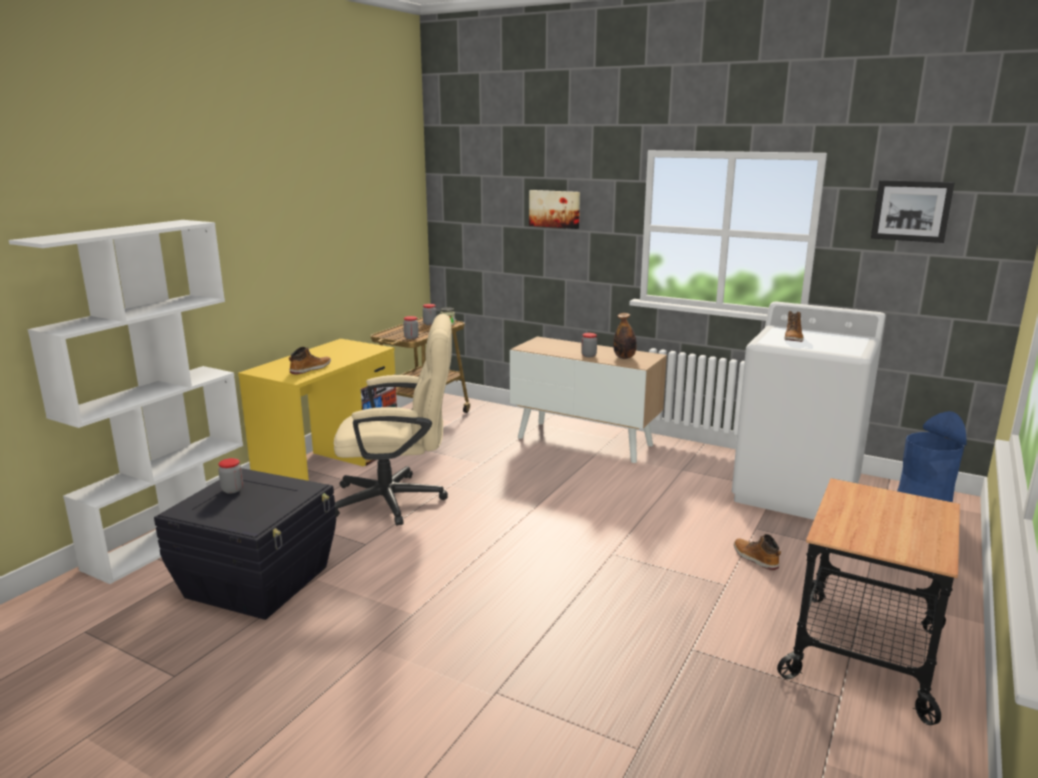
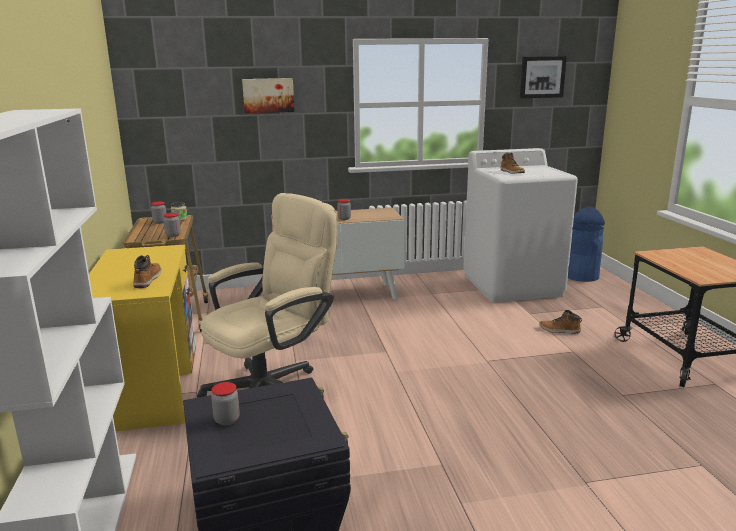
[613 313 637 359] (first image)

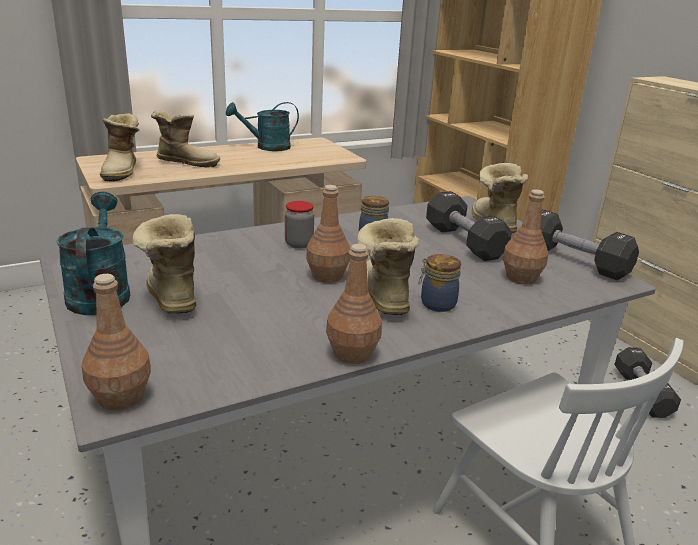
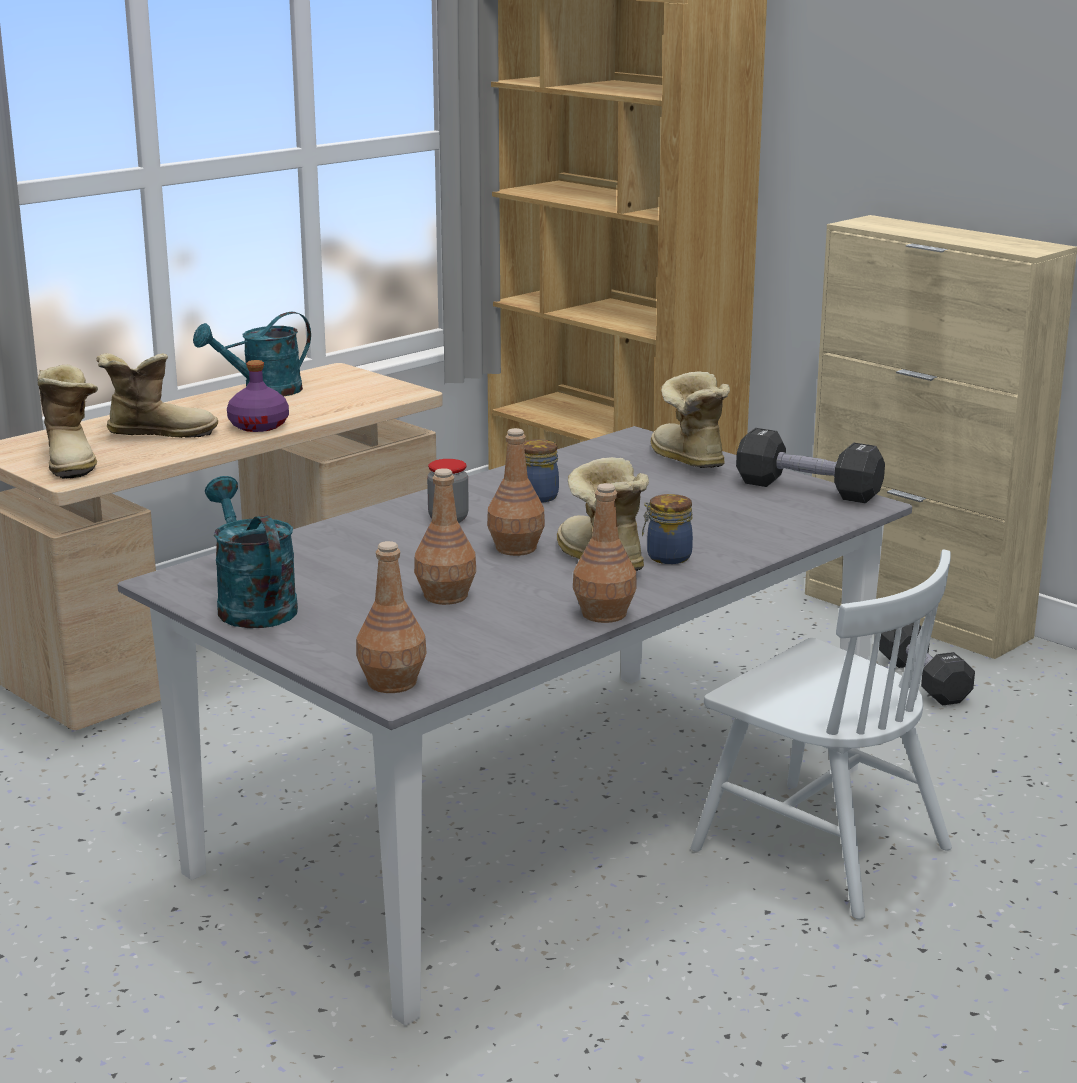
[414 468 476 605]
[426 191 512 261] (first image)
[133 214 196 314] (first image)
[227 360 289 432]

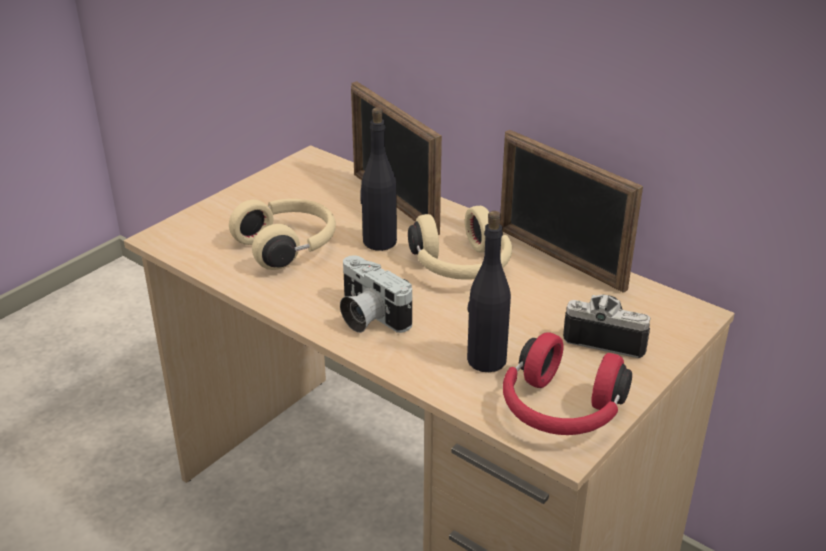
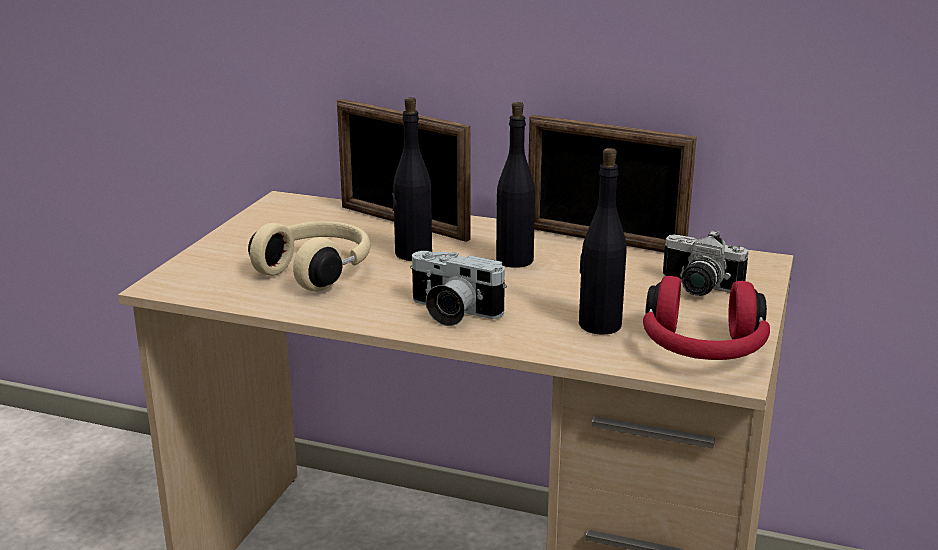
[496 102 535 268]
[663 230 748 296]

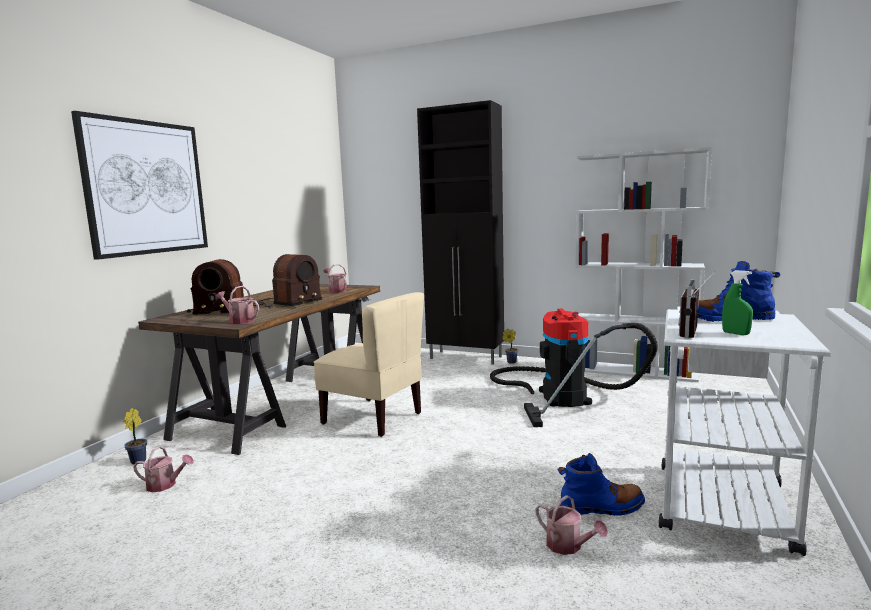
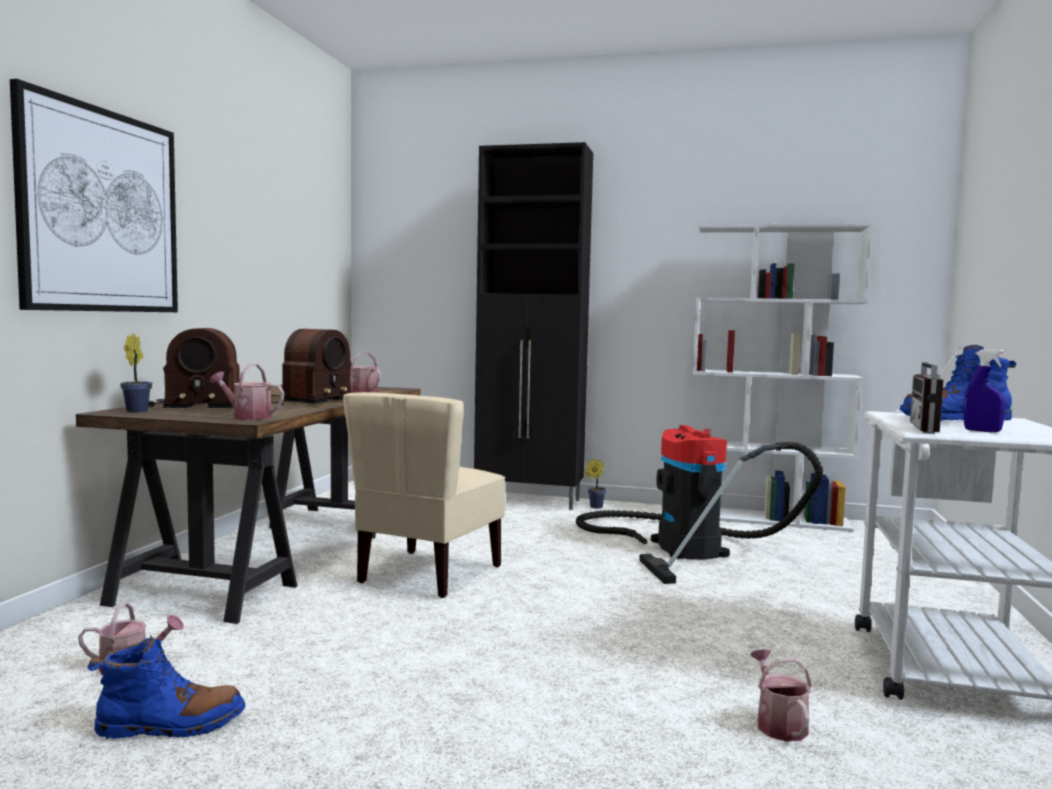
[963 349 1006 432]
[343 392 505 598]
[120 333 152 412]
[87 635 246 740]
[750 649 812 741]

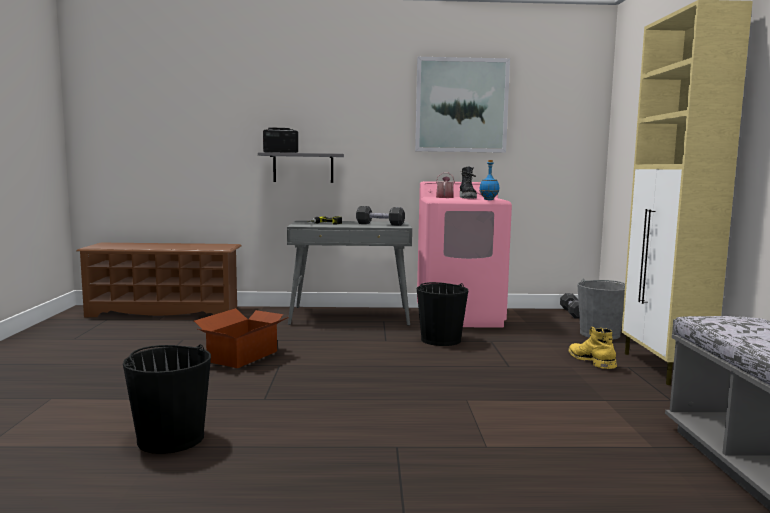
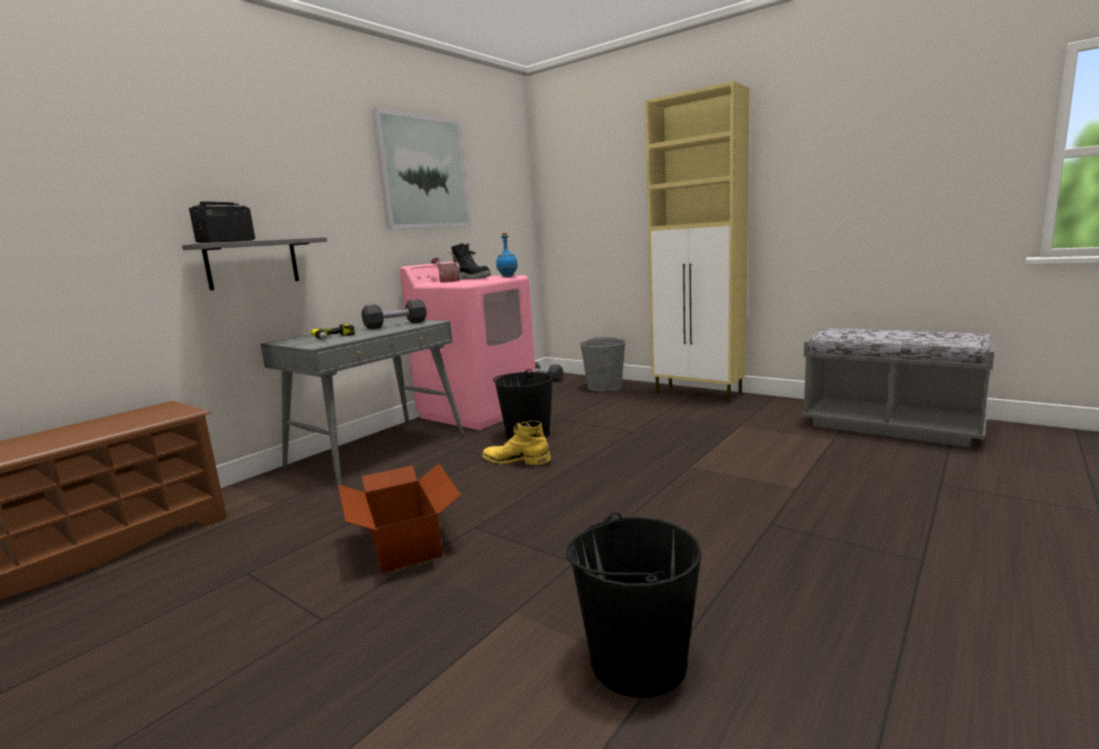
[482 421 551 465]

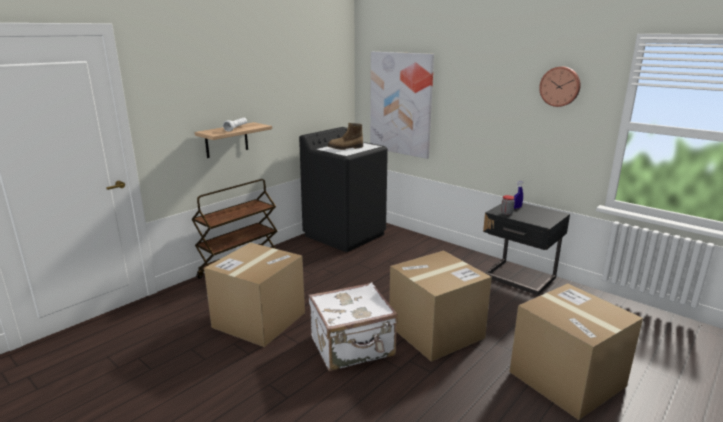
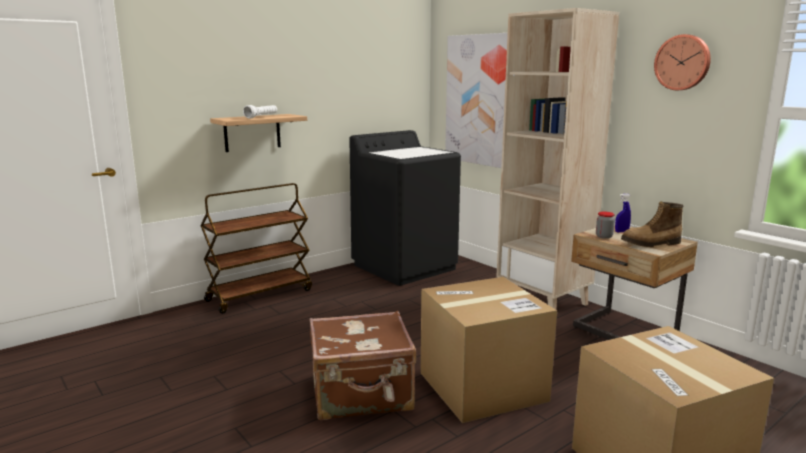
[621 202 683 247]
[571 224 698 340]
[204 242 305 347] (first image)
[309 311 416 420]
[496 8 619 310]

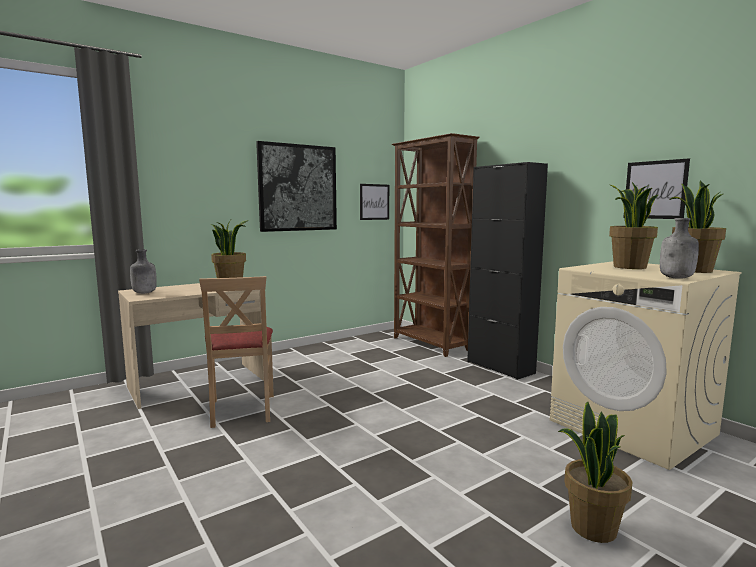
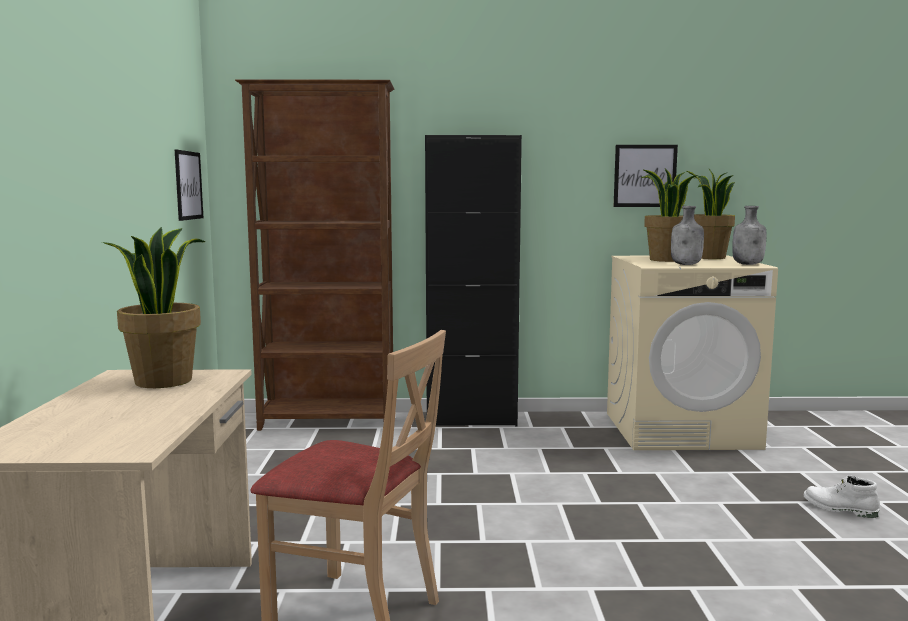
[256 141 337 232] (first image)
[671 206 704 265]
[804 476 880 518]

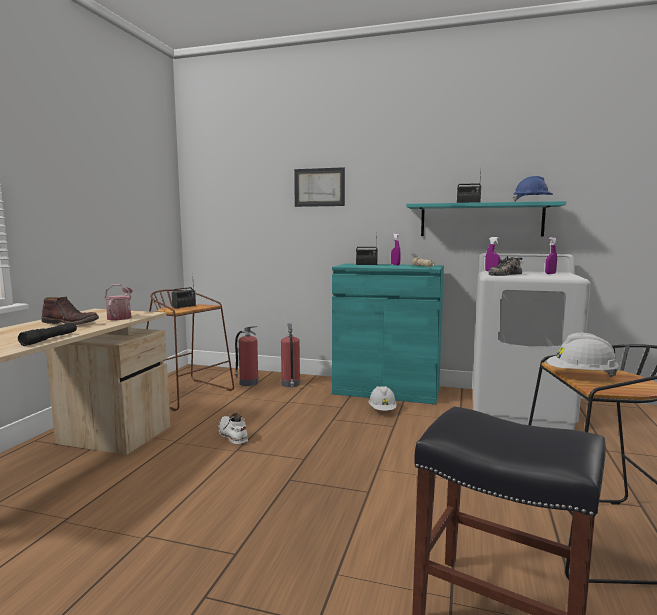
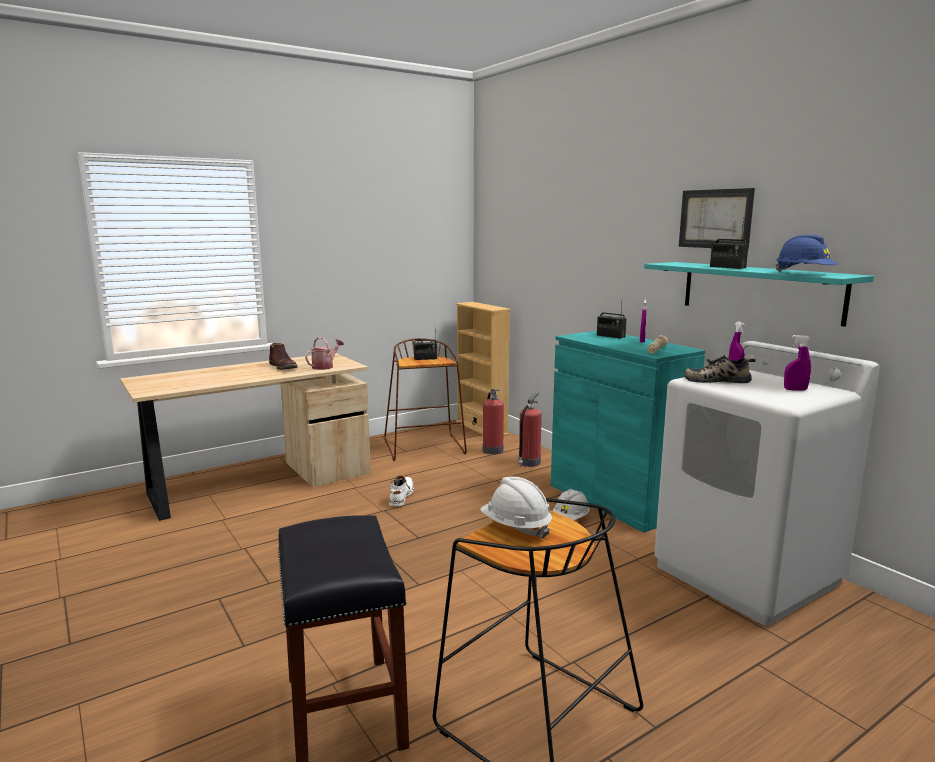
[679 188 755 250]
[18 323 77 346] (first image)
[455 302 511 436]

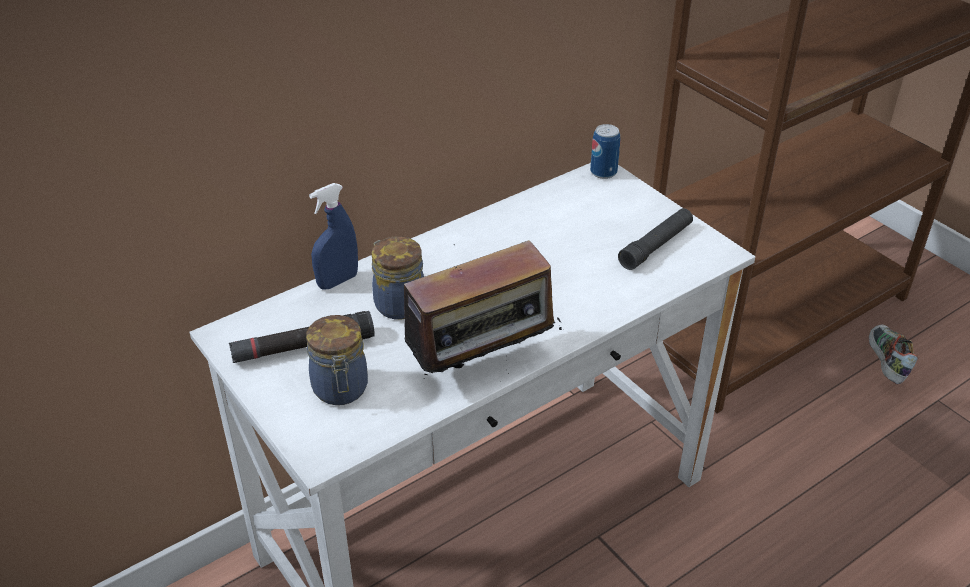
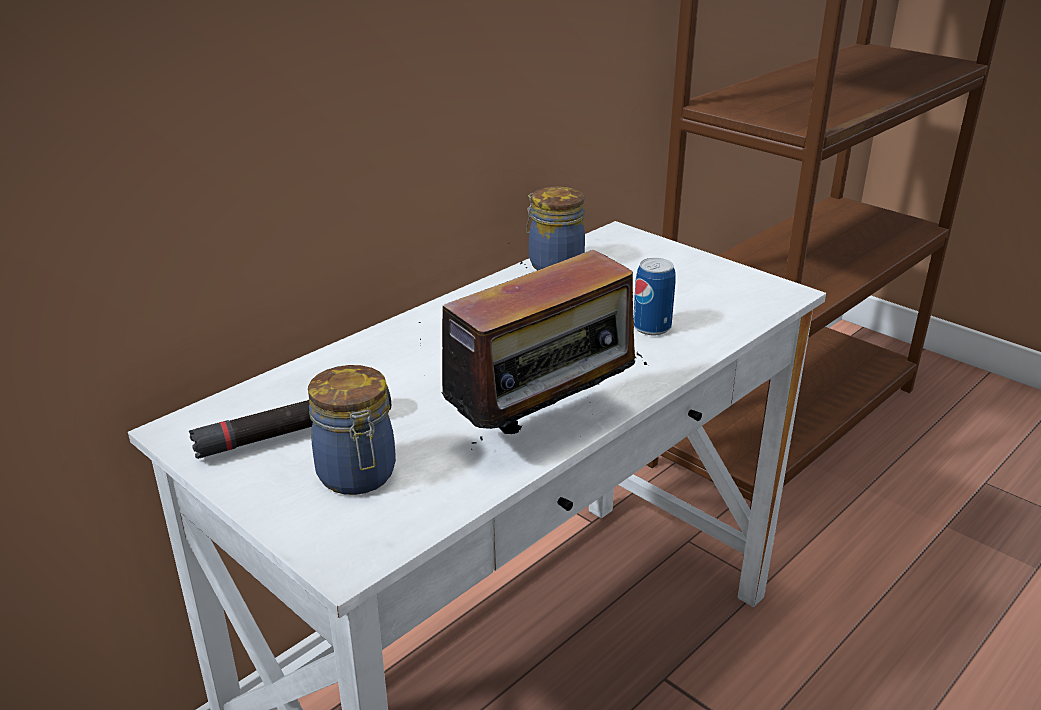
[633 258 676 335]
[309 183 358 290] (first image)
[618 208 693 270] (first image)
[526 187 585 270]
[869 325 919 384] (first image)

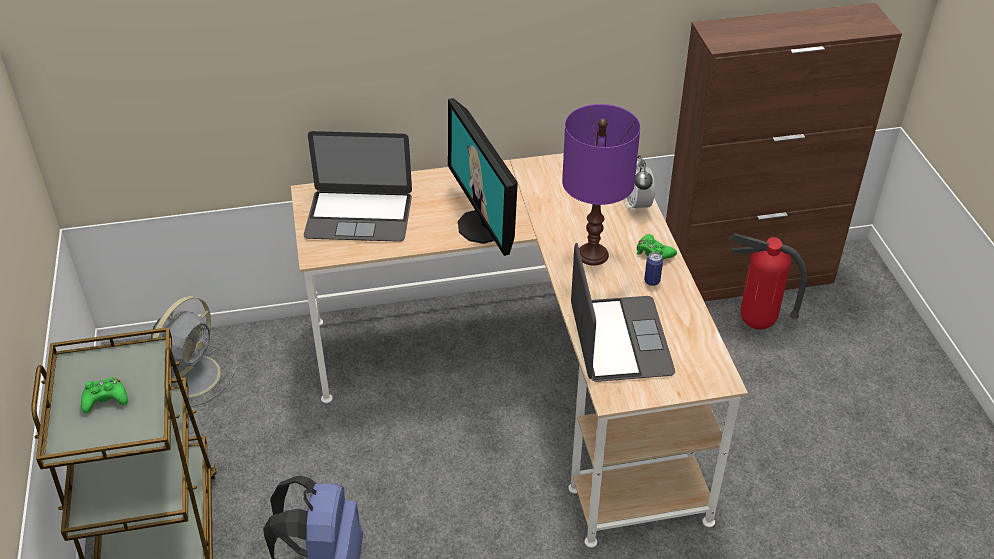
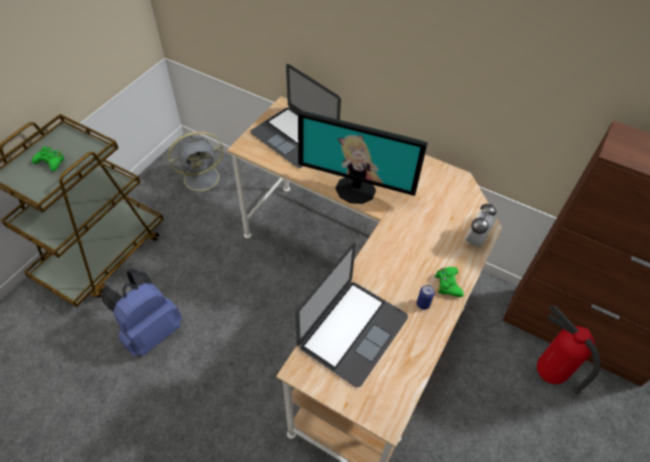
[298 111 428 204]
[562 104 641 266] (first image)

